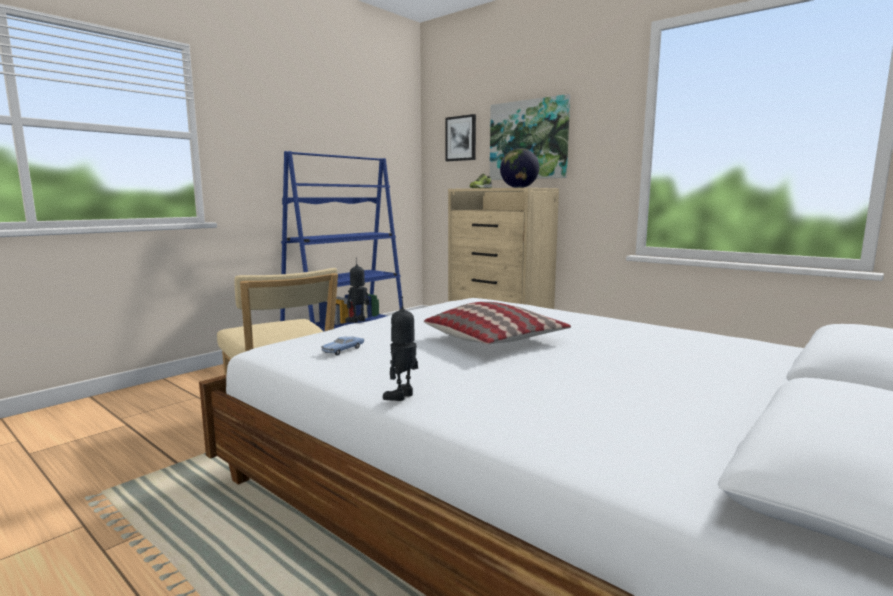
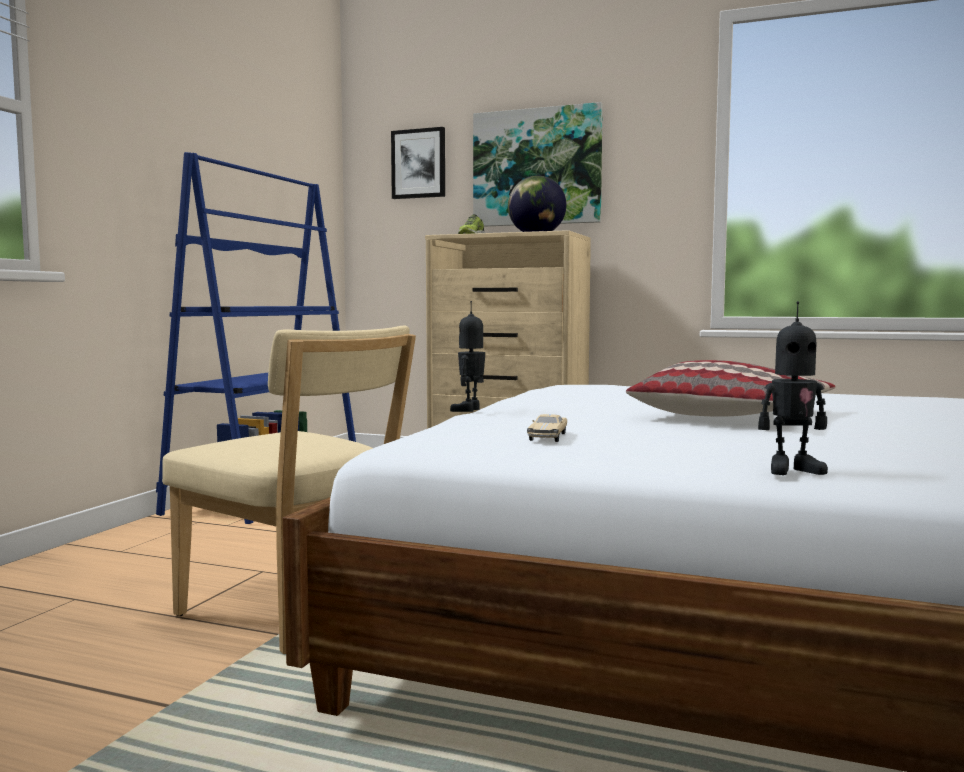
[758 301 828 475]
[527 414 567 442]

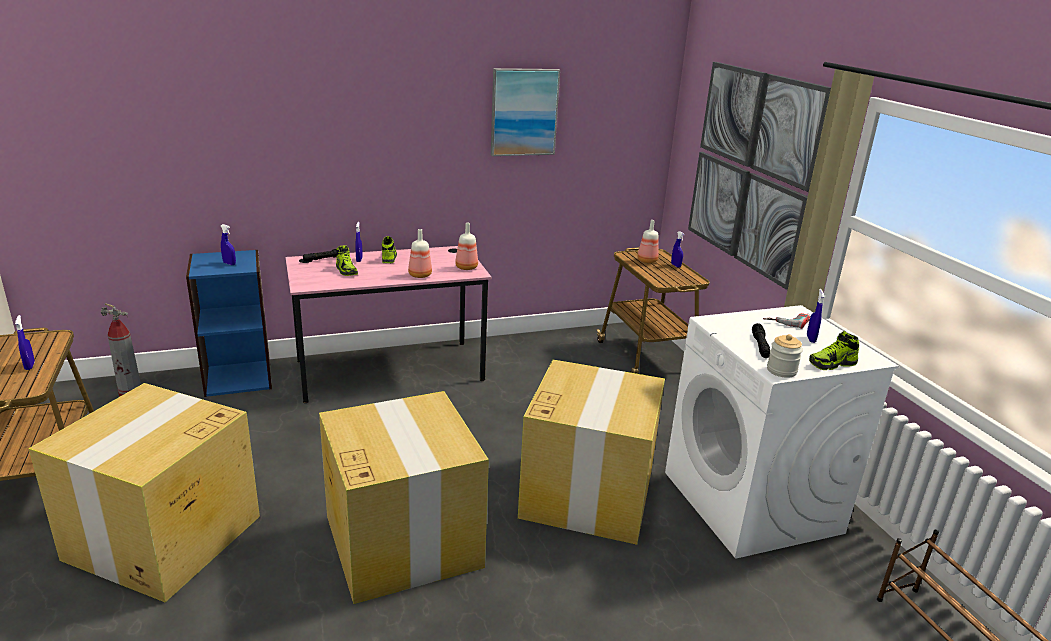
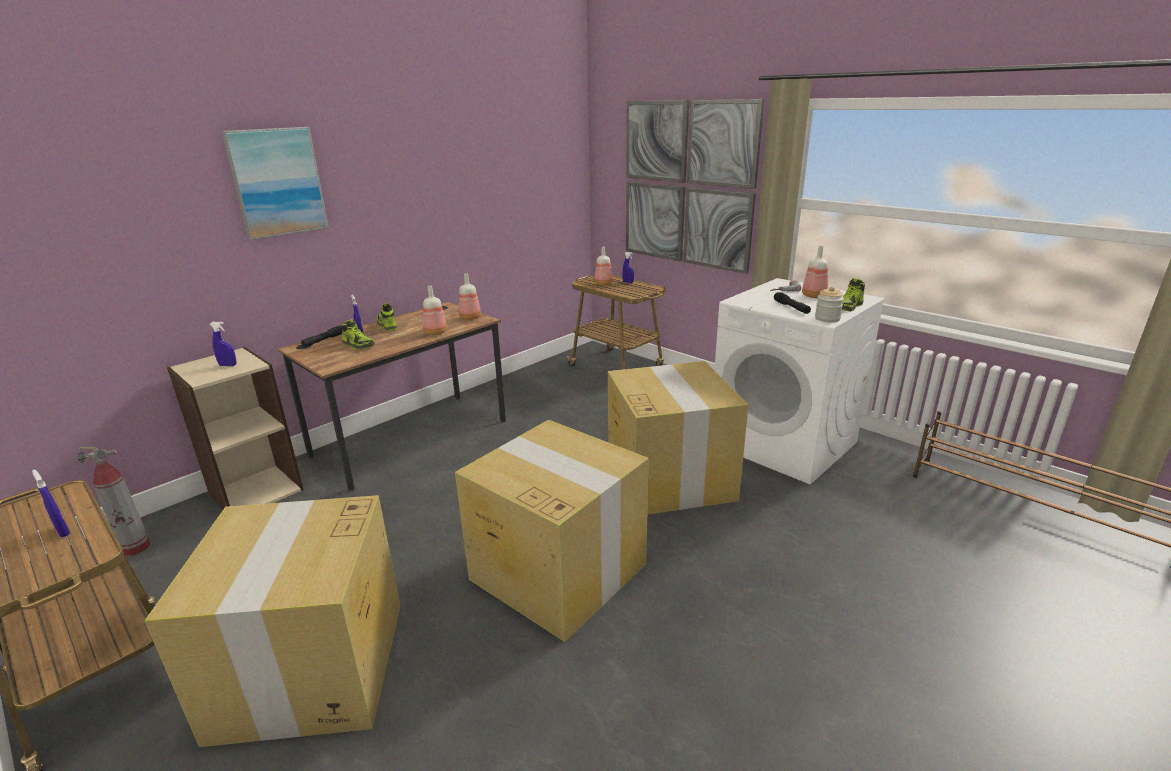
[221 127 329 240]
[278 302 506 491]
[167 347 304 510]
[802 246 828 298]

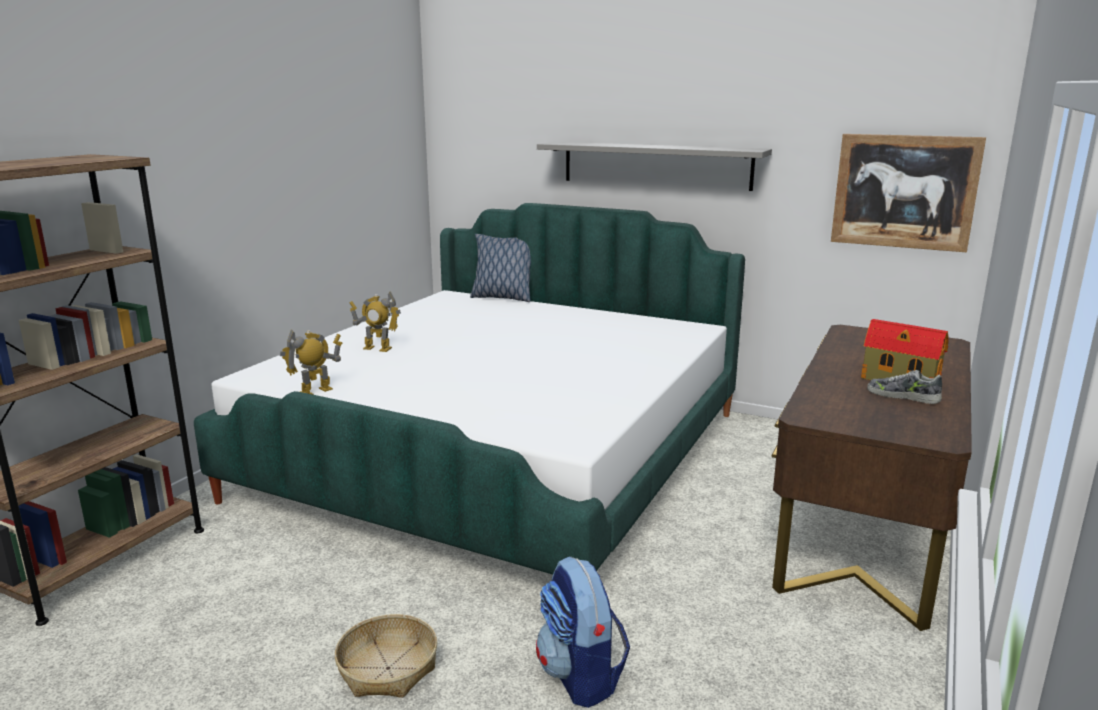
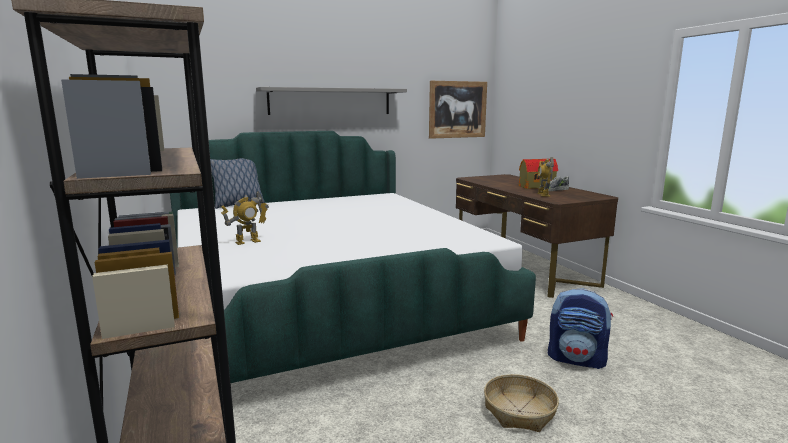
[538 157 554 197]

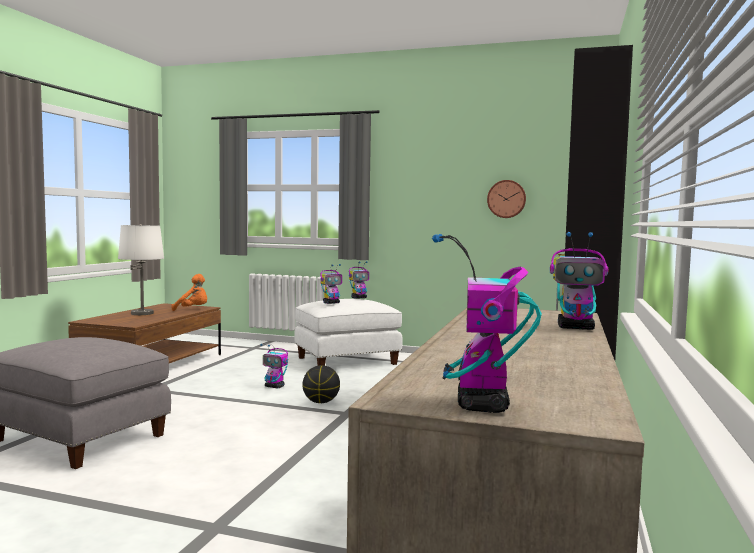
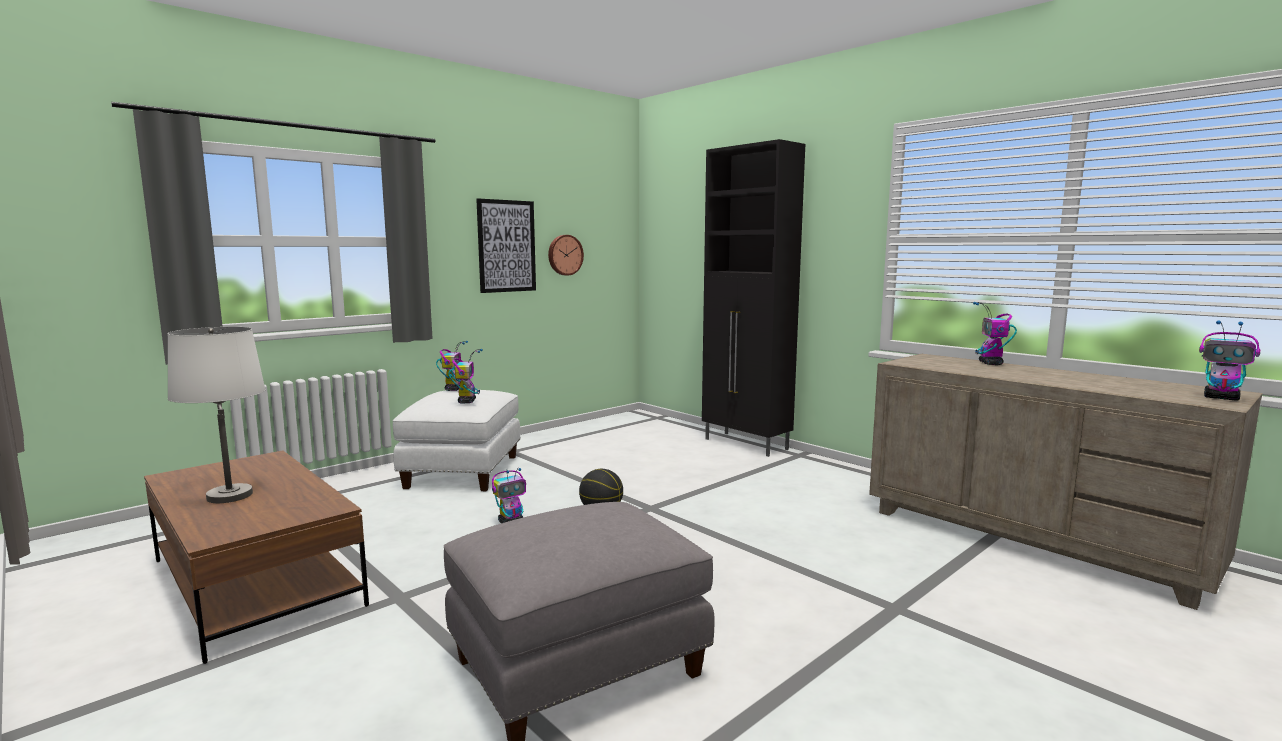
[973 302 1017 365]
[171 274 207 311] (first image)
[476 198 536 293]

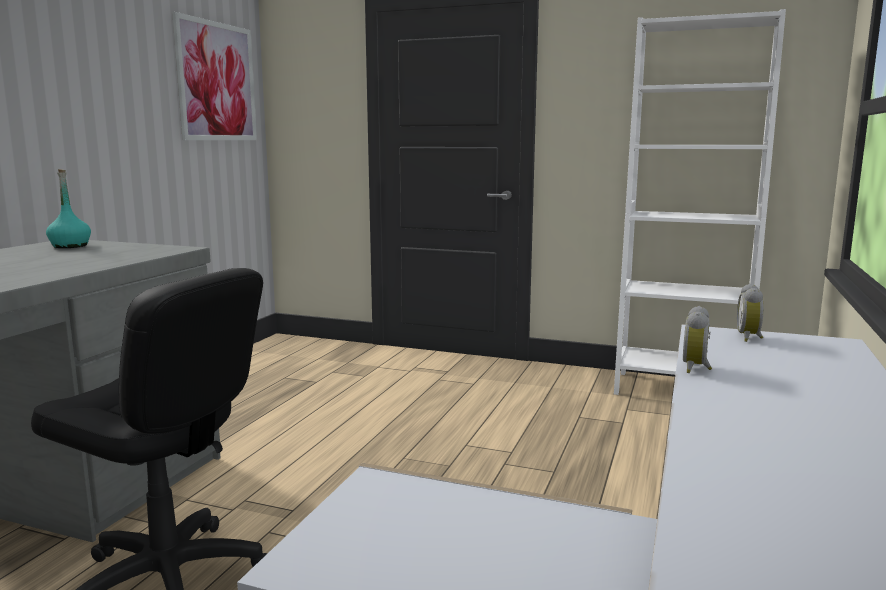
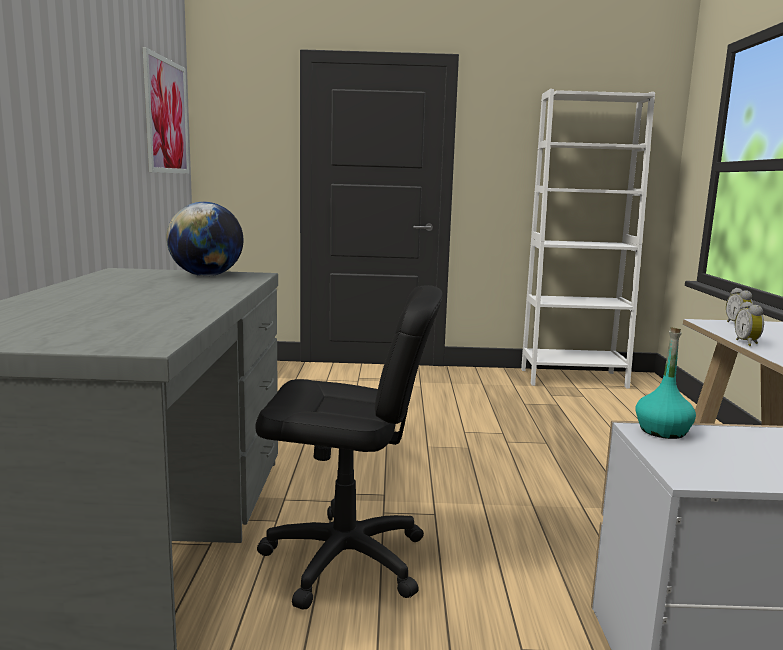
[635 327 696 439]
[166 202 243 276]

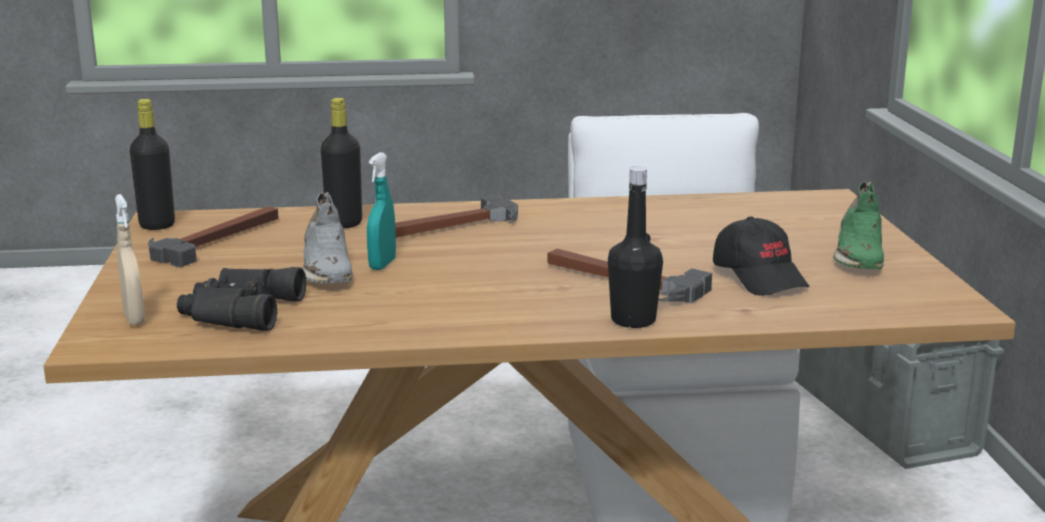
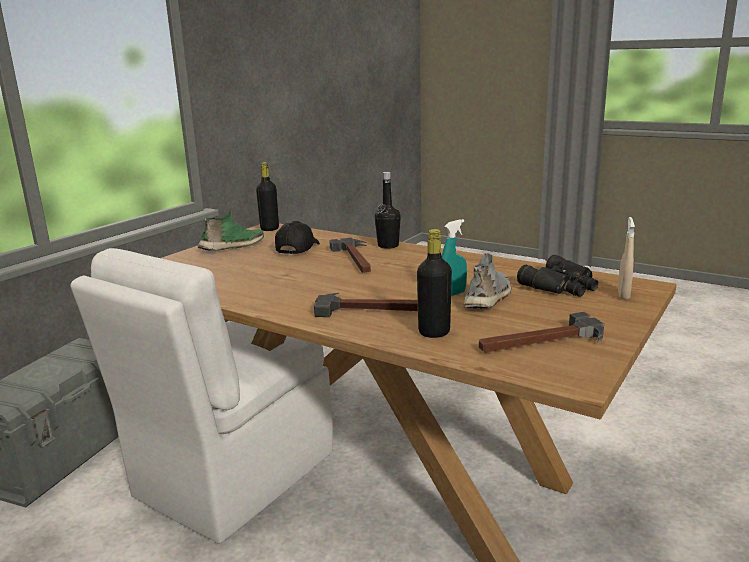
[256 162 279 231]

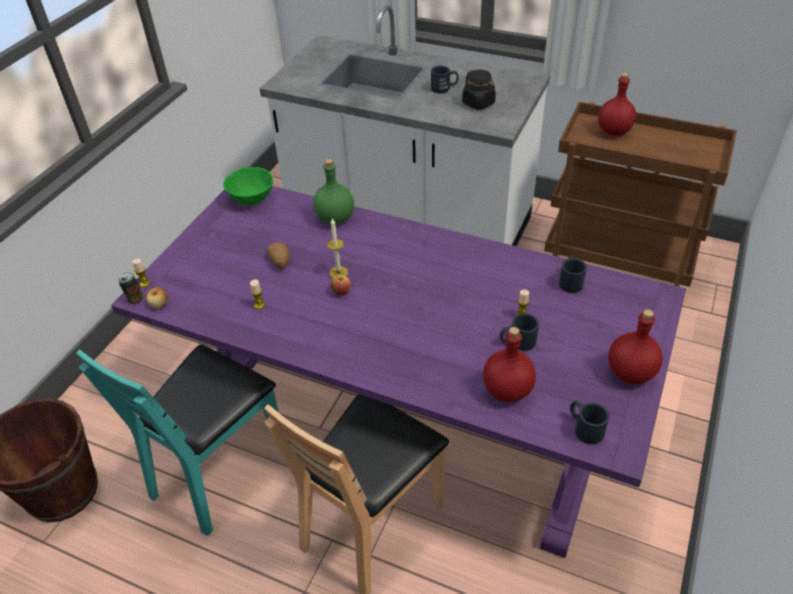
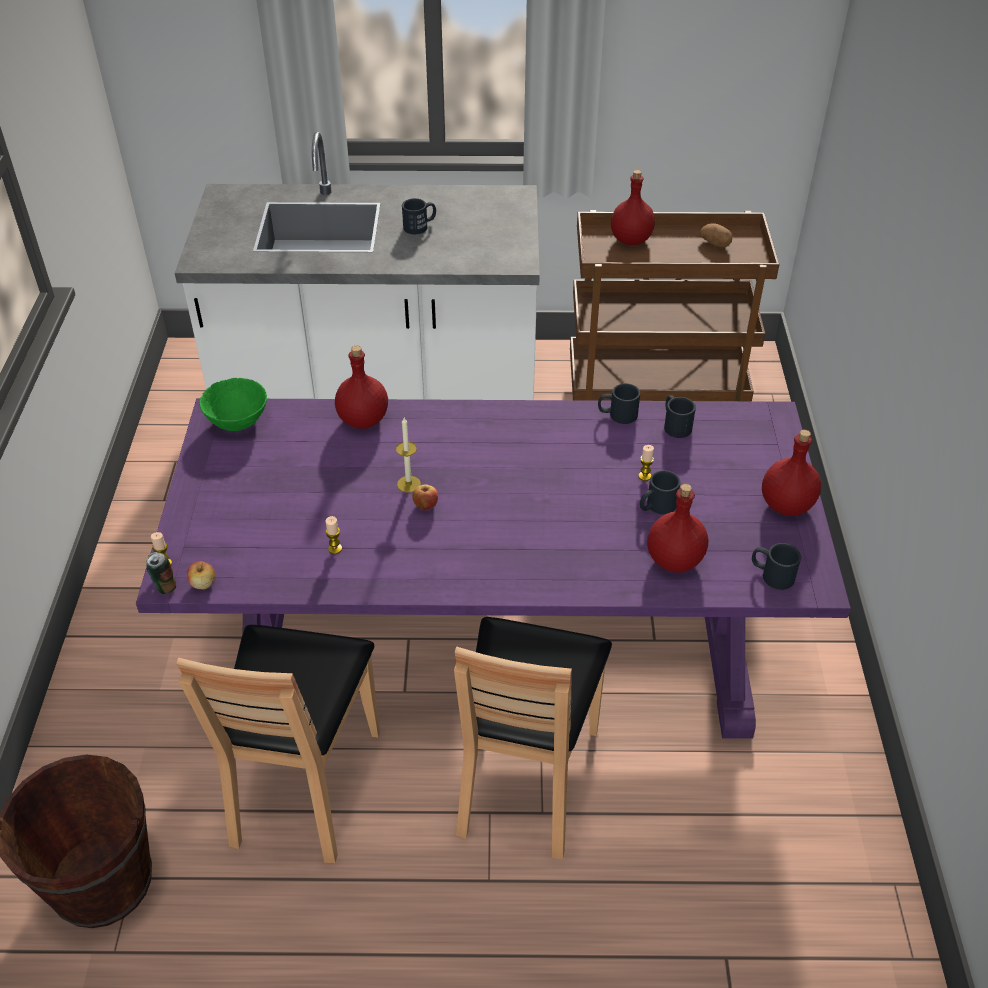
[462 69 496 110] (first image)
[335 346 388 429]
[700 223 732 247]
[176 625 380 863]
[598 383 640 424]

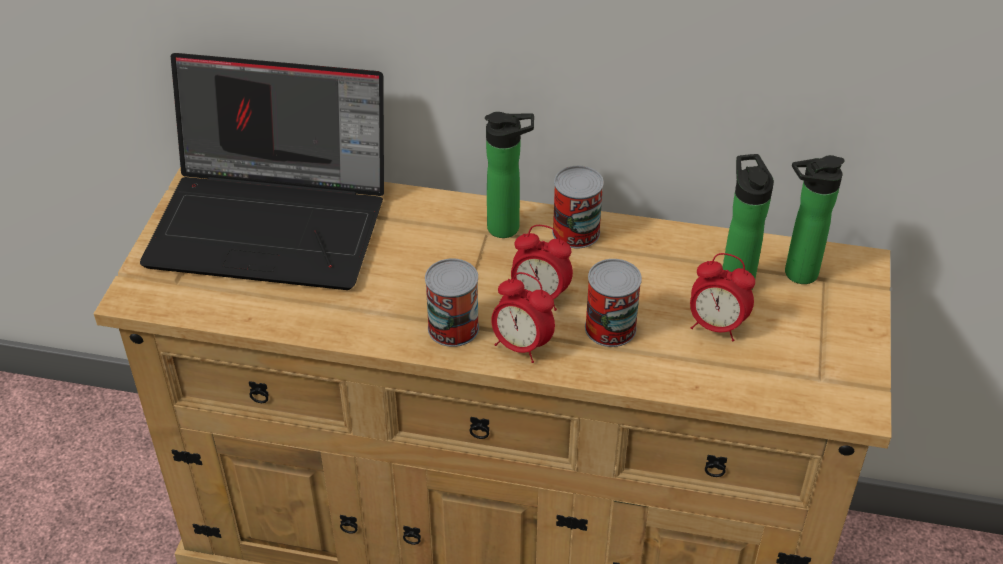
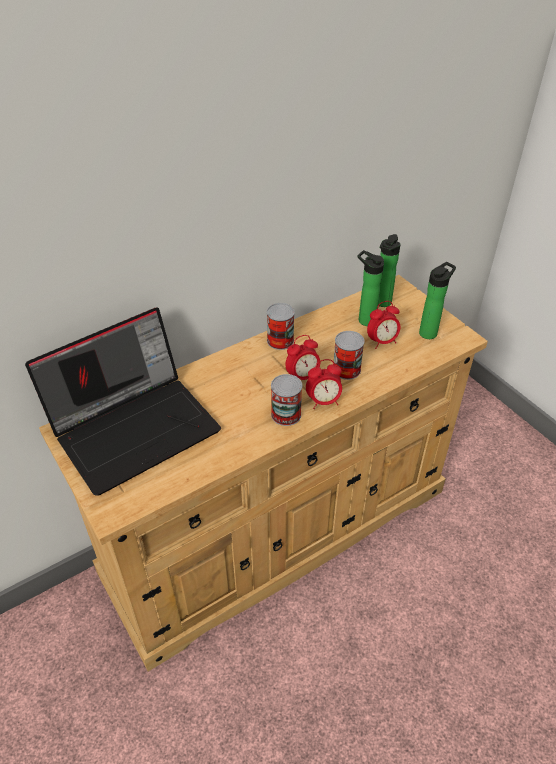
[419 262 456 339]

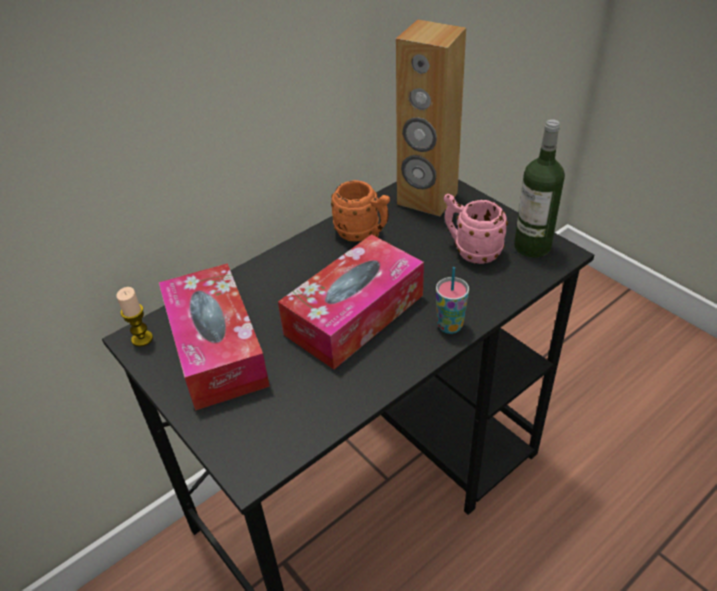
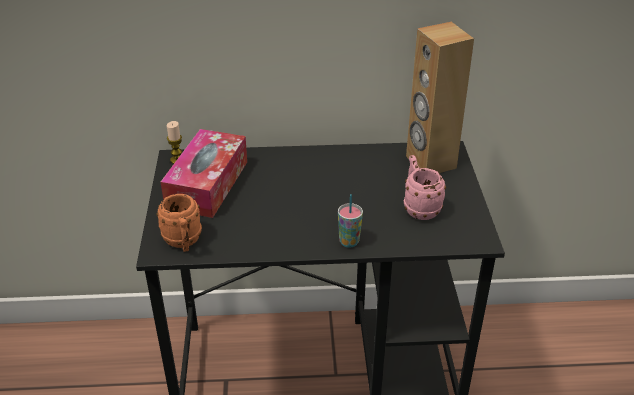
[514 119 565 258] (first image)
[157 194 202 252]
[278 234 424 370] (first image)

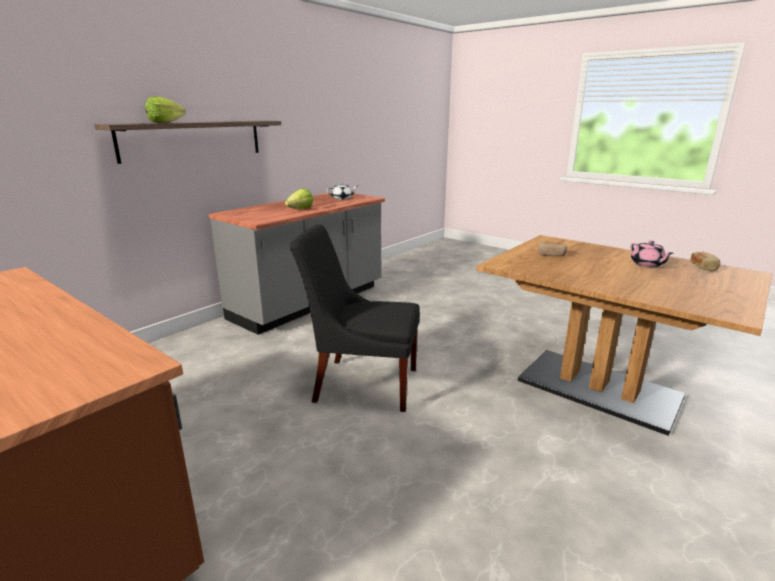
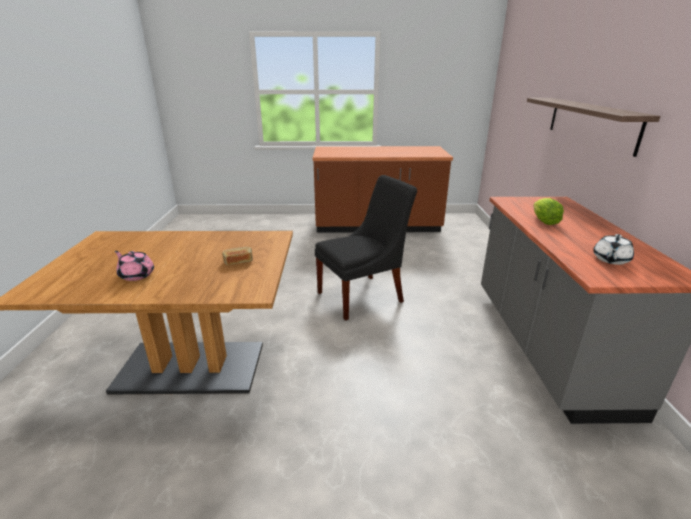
[145 96 186 123] (first image)
[690 252 720 271] (first image)

